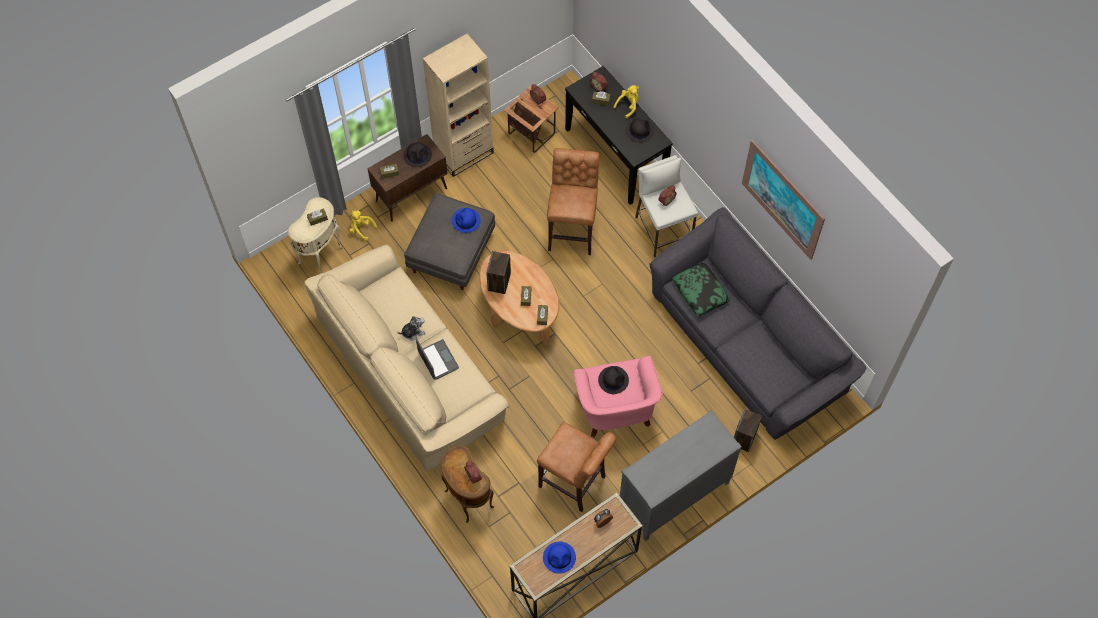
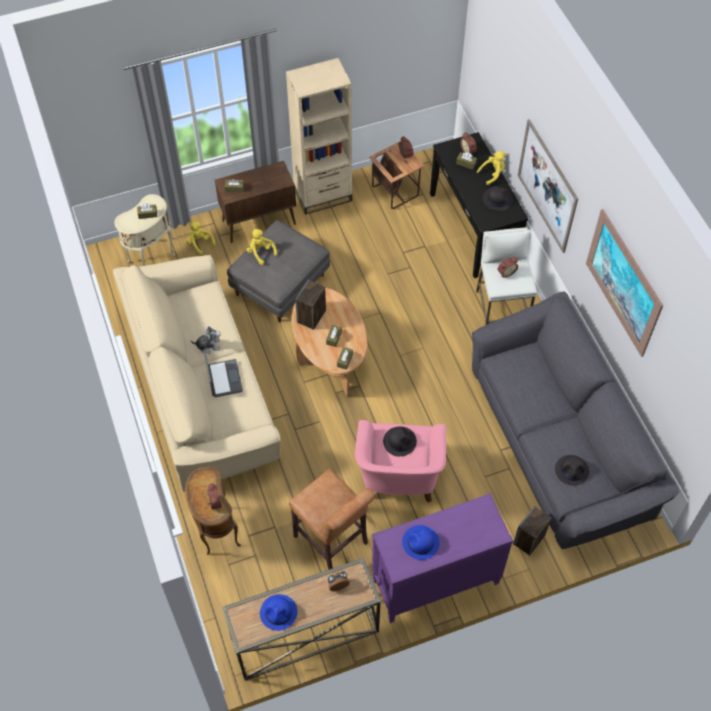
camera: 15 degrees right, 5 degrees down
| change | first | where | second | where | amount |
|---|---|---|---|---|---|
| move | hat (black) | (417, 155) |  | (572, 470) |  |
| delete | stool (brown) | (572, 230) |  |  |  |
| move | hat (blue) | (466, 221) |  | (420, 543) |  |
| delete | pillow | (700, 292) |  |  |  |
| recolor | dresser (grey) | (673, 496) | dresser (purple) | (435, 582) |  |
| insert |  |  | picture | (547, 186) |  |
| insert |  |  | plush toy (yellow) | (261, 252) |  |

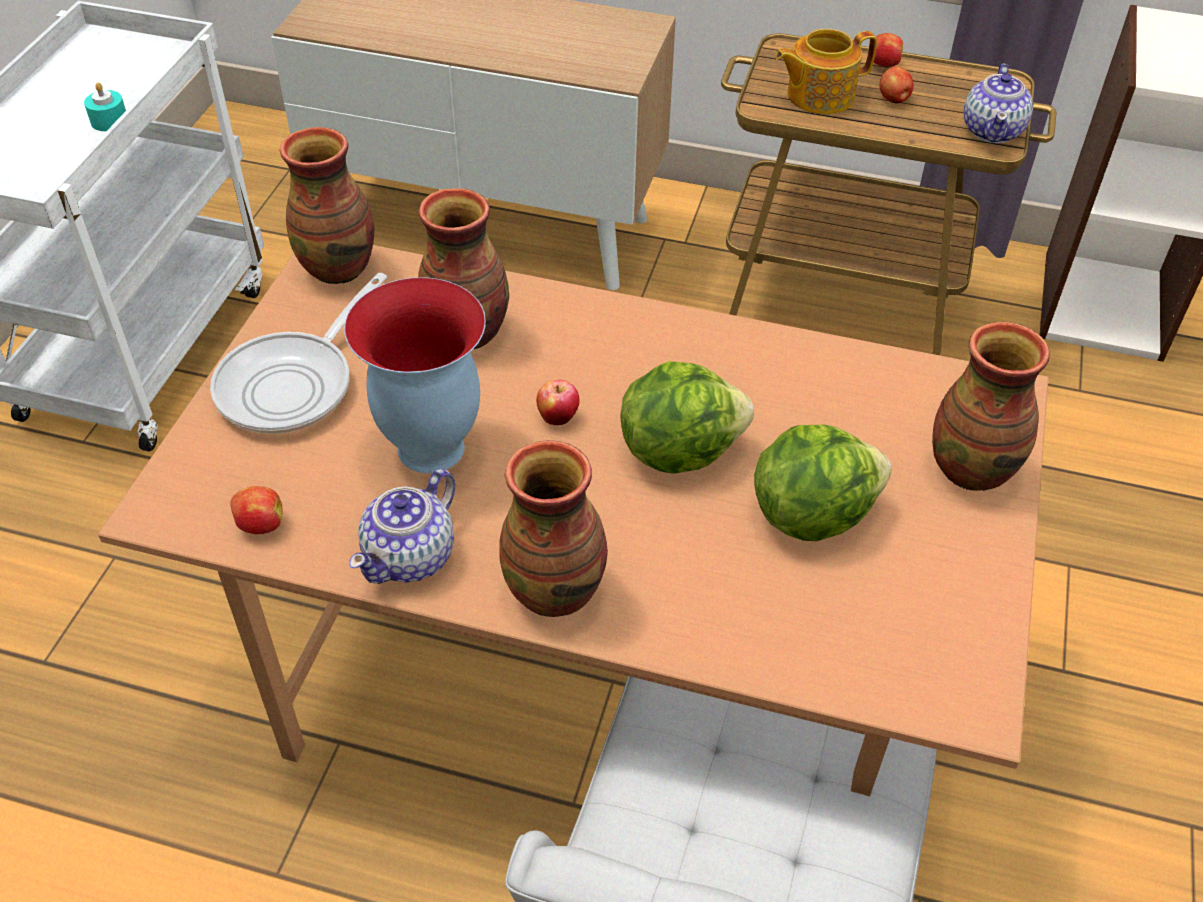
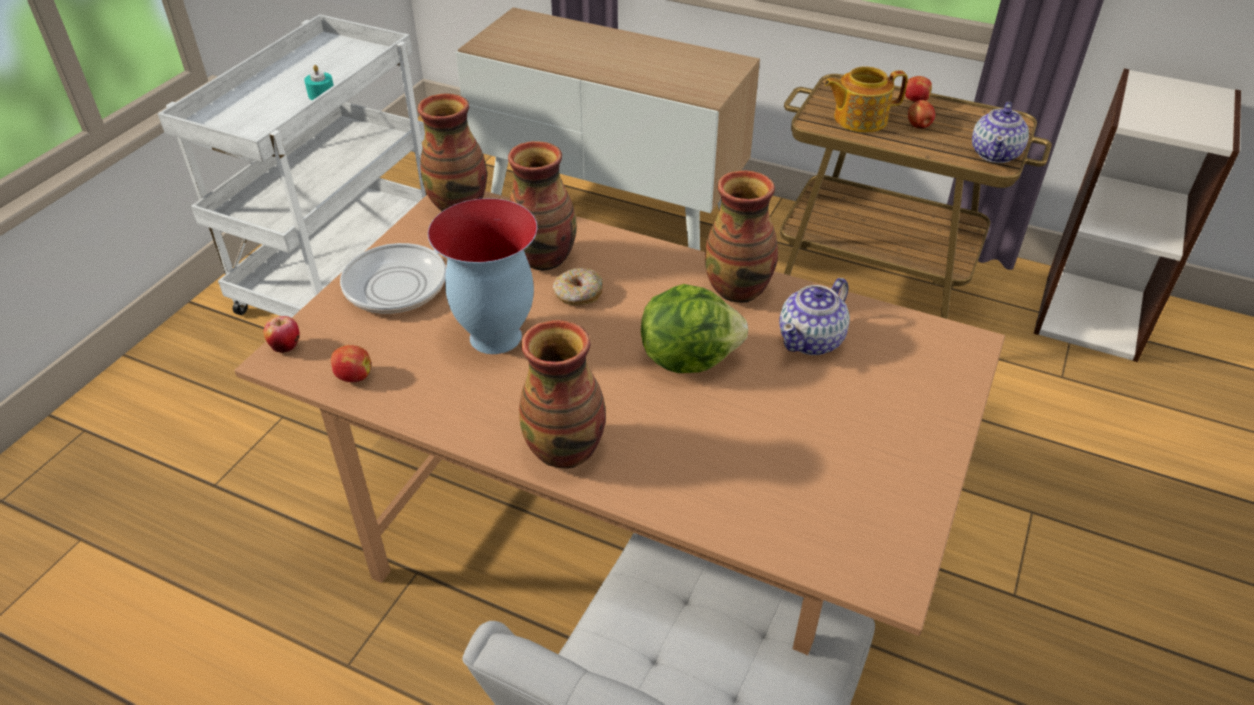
camera: 10 degrees right, 5 degrees down
| change | first | where | second | where | amount |
|---|---|---|---|---|---|
| move | vase | (971, 468) |  | (738, 289) |  |
| move | apple | (558, 417) |  | (286, 347) |  |
| delete | lettuce | (811, 513) |  |  |  |
| move | teapot | (411, 556) |  | (812, 340) |  |
| insert |  |  | donut | (578, 294) |  |

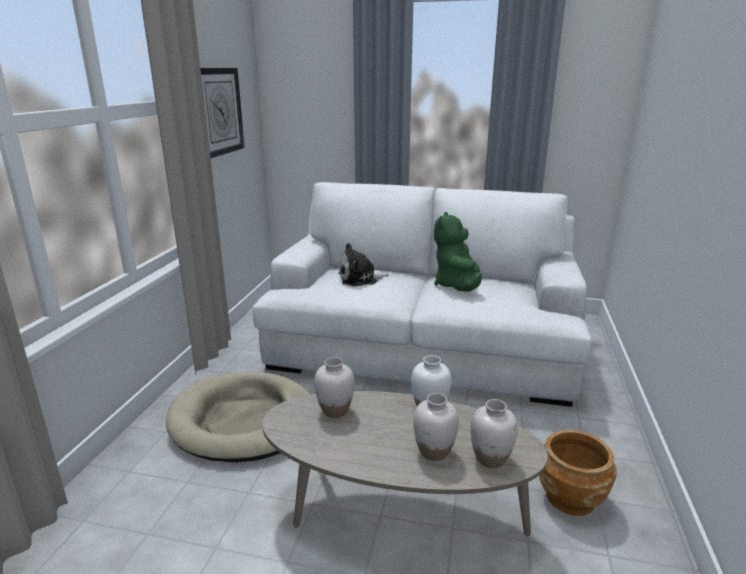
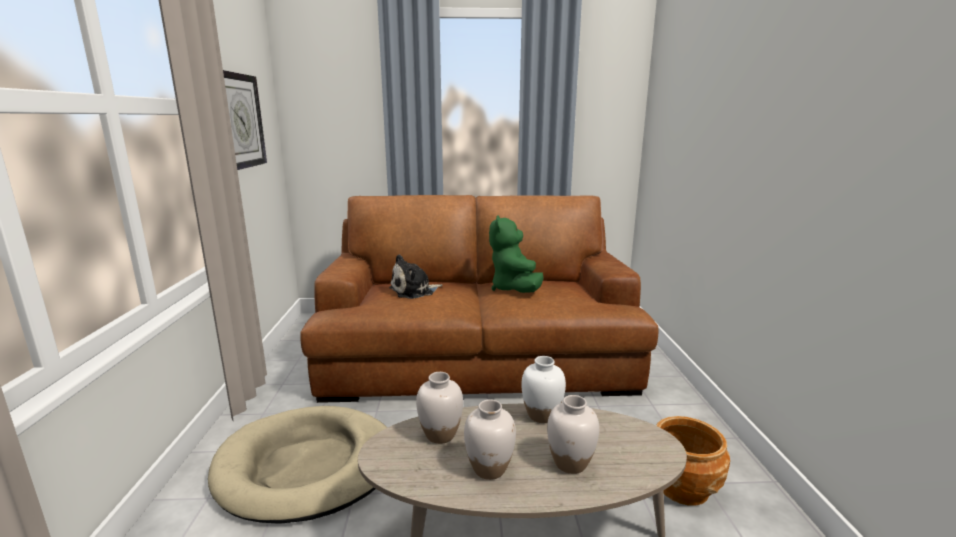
camera: 15 degrees left, 5 degrees down
| change | first | where | second | where | amount |
|---|---|---|---|---|---|
| recolor | sofa (white) | (422, 344) | sofa (brown) | (477, 354) |  |
| move | vase (white) | (490, 458) |  | (489, 468) |  |

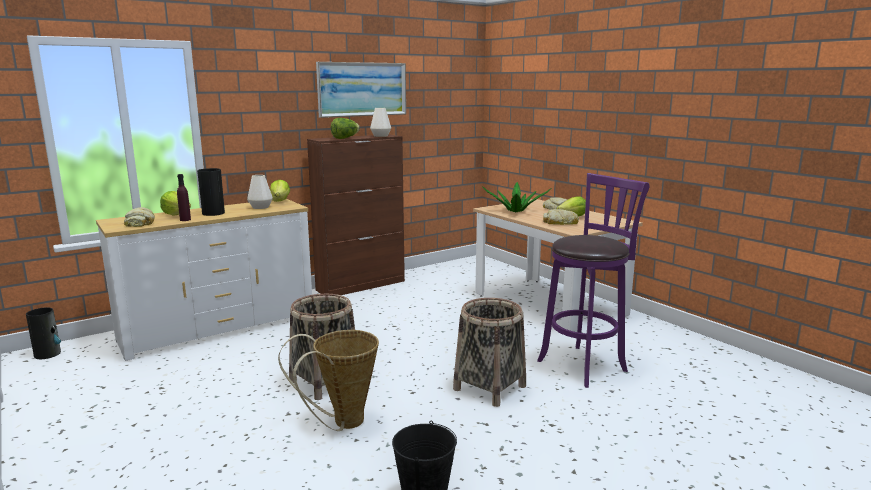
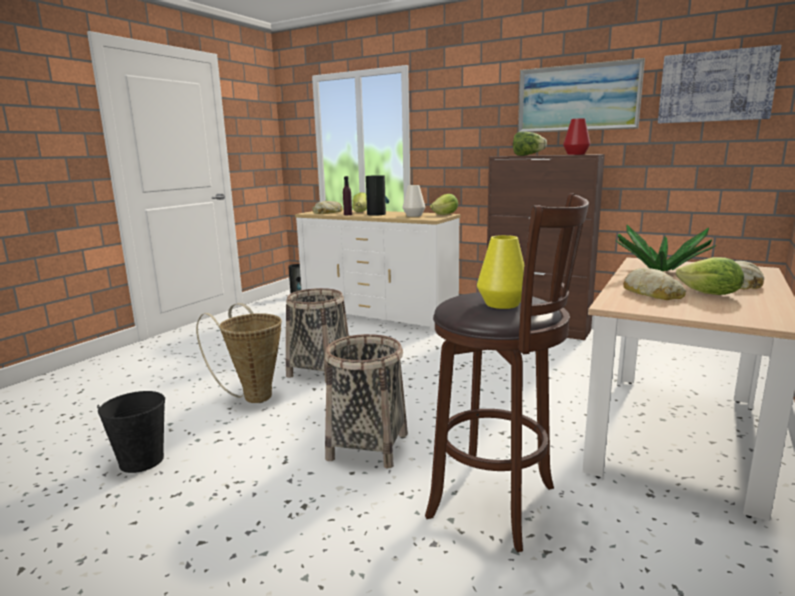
camera: 65 degrees right, 0 degrees up
| change | first | where | second | where | amount |
|---|---|---|---|---|---|
| recolor | vase (white) | (380, 136) | vase (red) | (575, 154) |  |
| recolor | stool (purple) | (585, 364) | stool (brown) | (499, 504) |  |
| insert |  |  | picture | (715, 86) |  |
| insert |  |  | vase (yellow) | (502, 304) |  |

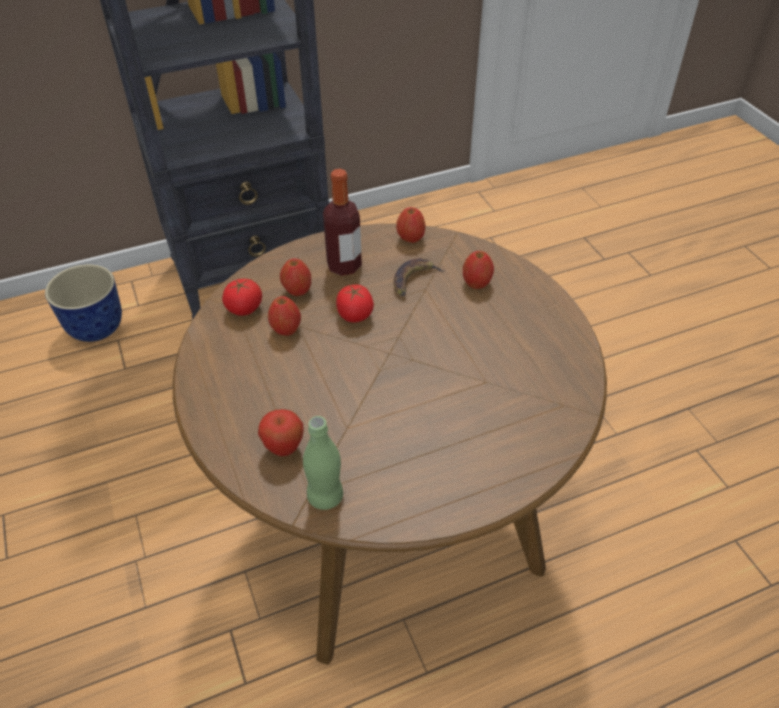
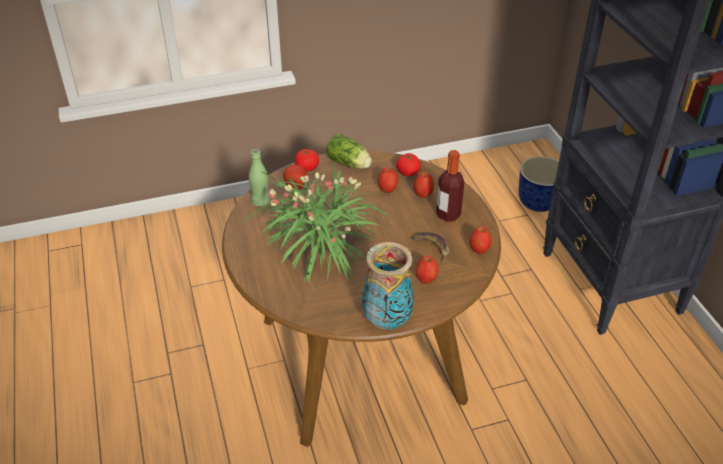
camera: 95 degrees right, 5 degrees down
| change | first | where | second | where | amount |
|---|---|---|---|---|---|
| move | tomato | (355, 315) |  | (307, 168) |  |
| insert |  |  | lettuce | (350, 164) |  |
| insert |  |  | potted plant | (320, 245) |  |
| insert |  |  | vase | (387, 322) |  |

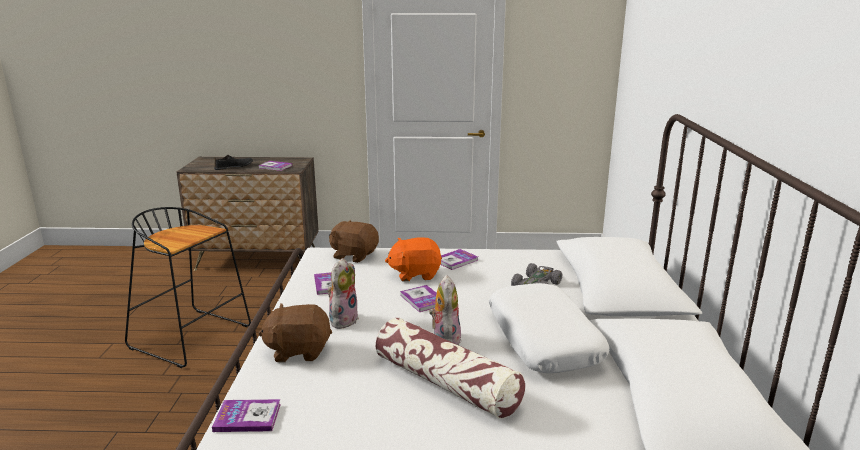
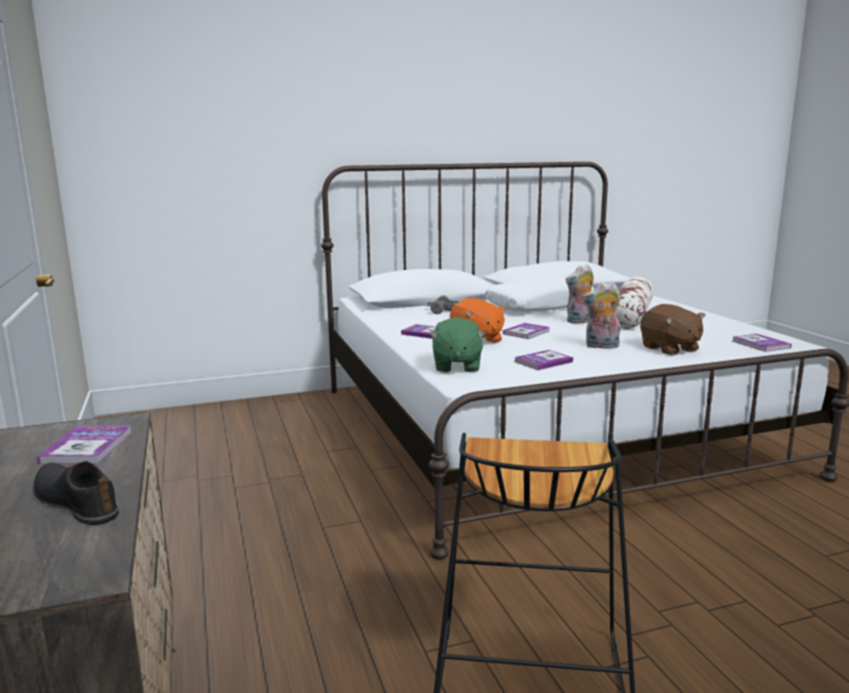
camera: 110 degrees left, 5 degrees down
| change | first | where | second | where | amount |
|---|---|---|---|---|---|
| recolor | plush toy (brown) | (354, 255) | plush toy (green) | (456, 366) |  |

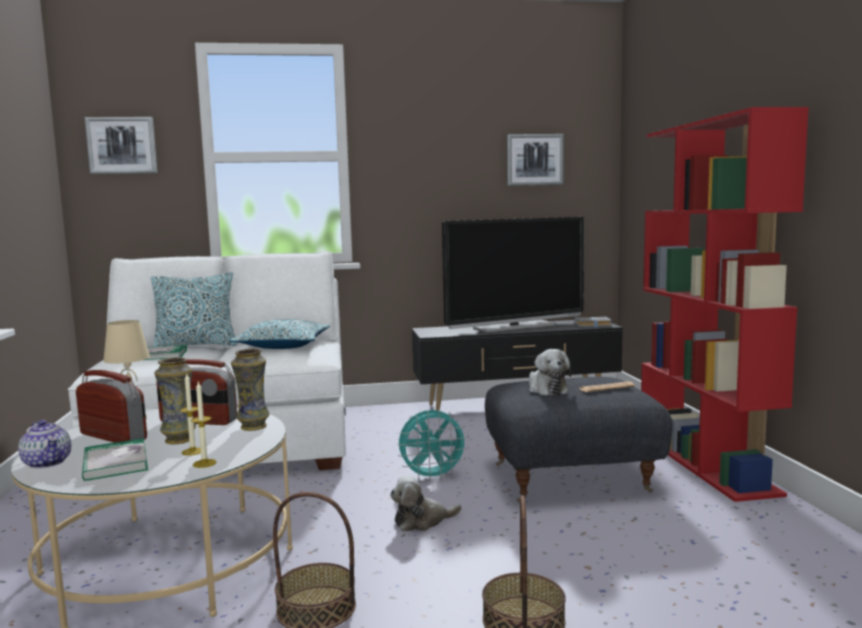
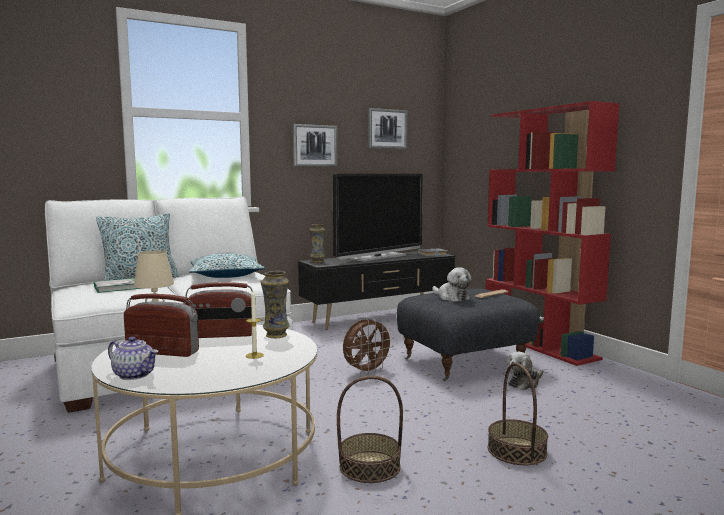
camera: 20 degrees left, 0 degrees up
| change | first | where | second | where | amount |
|---|---|---|---|---|---|
| move | picture | (122, 145) |  | (315, 145) |  |
| move | vase | (179, 439) |  | (317, 261) |  |
| delete | candle | (204, 463) |  |  |  |
| recolor | fan (turquoise) | (432, 477) | fan (brown) | (366, 371) |  |
| delete | book | (115, 463) |  |  |  |
| move | plush toy | (422, 521) |  | (524, 383) |  |

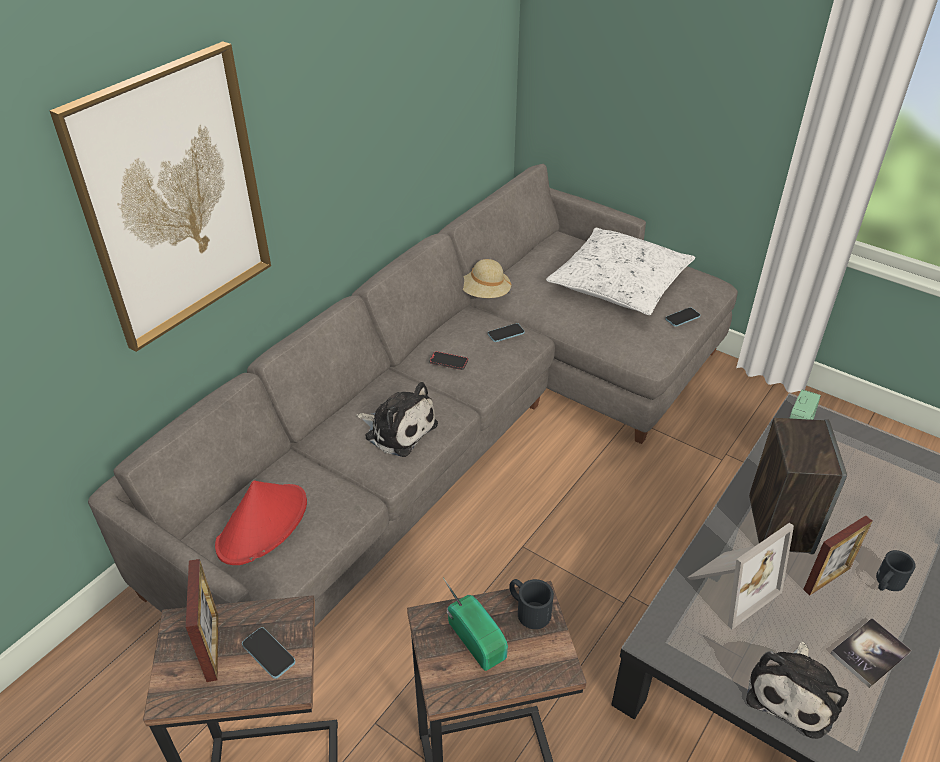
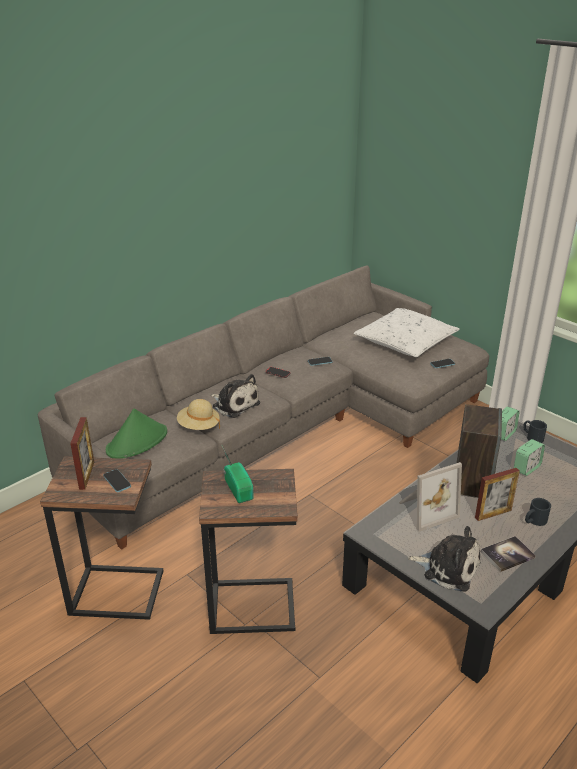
camera: 10 degrees right, 10 degrees down
| change | first | where | second | where | amount |
|---|---|---|---|---|---|
| delete | picture | (174, 199) |  |  |  |
| move | hat (beige) | (484, 294) |  | (198, 426) |  |
| recolor | hat (red) | (263, 524) | hat (green) | (137, 441) |  |
| move | mug (black) | (528, 610) |  | (532, 437) |  |
| rotate | plush toy | (793, 692) |  | (448, 568) | 105 degrees counterclockwise |
| insert |  |  | alarm clock | (526, 468) |  |

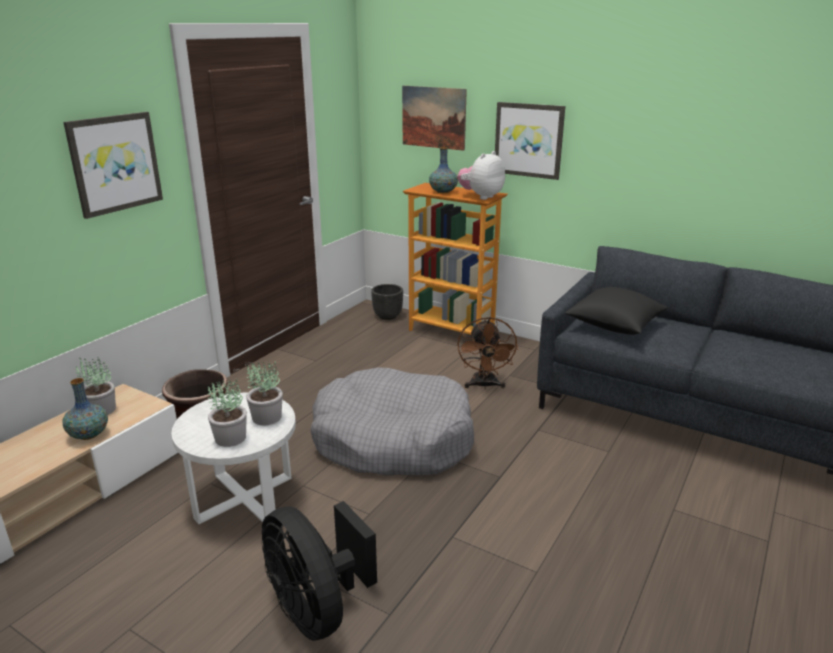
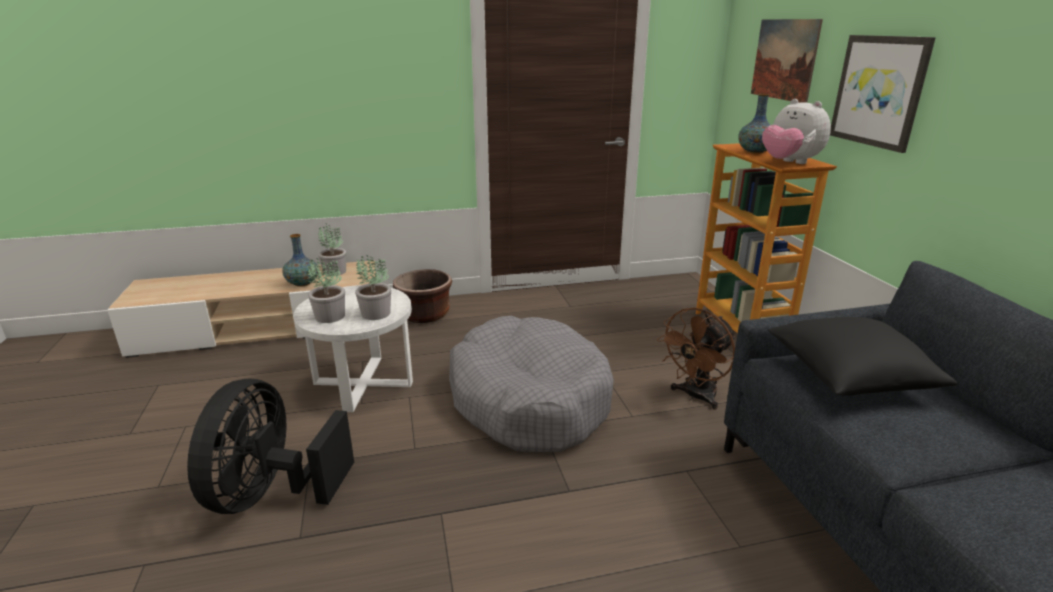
camera: 45 degrees right, 0 degrees up
| change | first | where | second | where | amount |
|---|---|---|---|---|---|
| delete | picture | (115, 163) |  |  |  |
| rotate | plush toy | (481, 197) |  | (789, 163) | 120 degrees counterclockwise |
| delete | planter (black) | (388, 316) |  |  |  |

